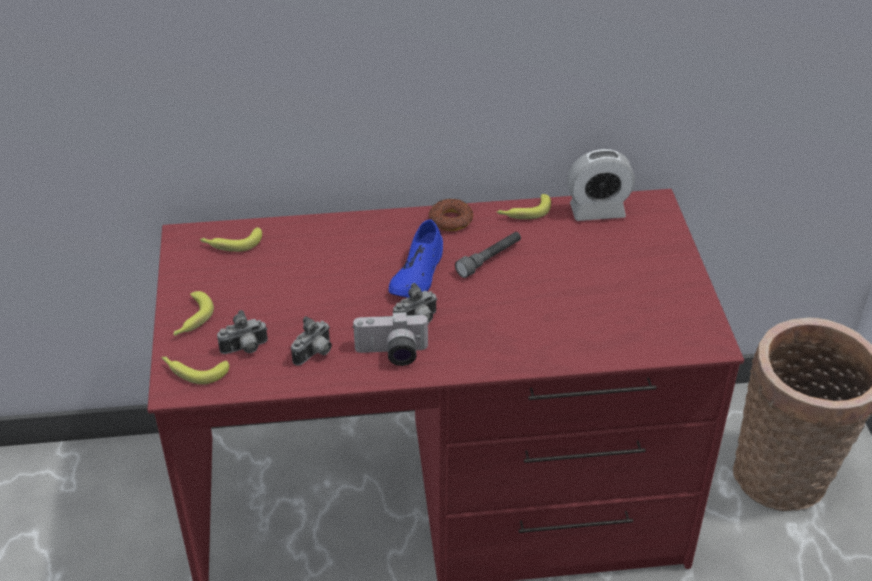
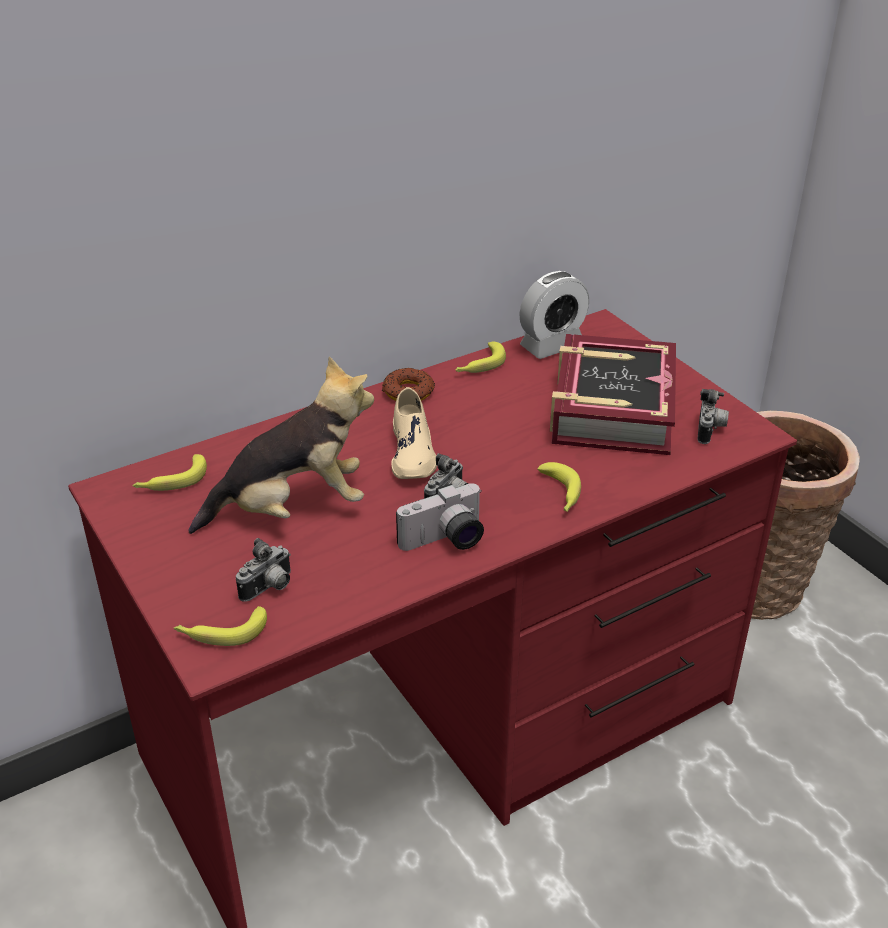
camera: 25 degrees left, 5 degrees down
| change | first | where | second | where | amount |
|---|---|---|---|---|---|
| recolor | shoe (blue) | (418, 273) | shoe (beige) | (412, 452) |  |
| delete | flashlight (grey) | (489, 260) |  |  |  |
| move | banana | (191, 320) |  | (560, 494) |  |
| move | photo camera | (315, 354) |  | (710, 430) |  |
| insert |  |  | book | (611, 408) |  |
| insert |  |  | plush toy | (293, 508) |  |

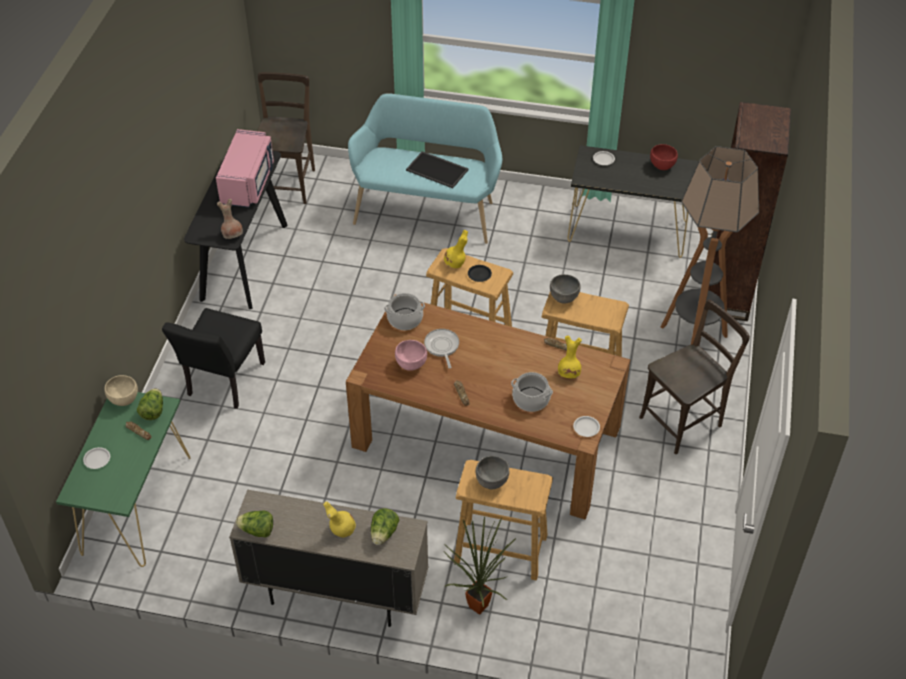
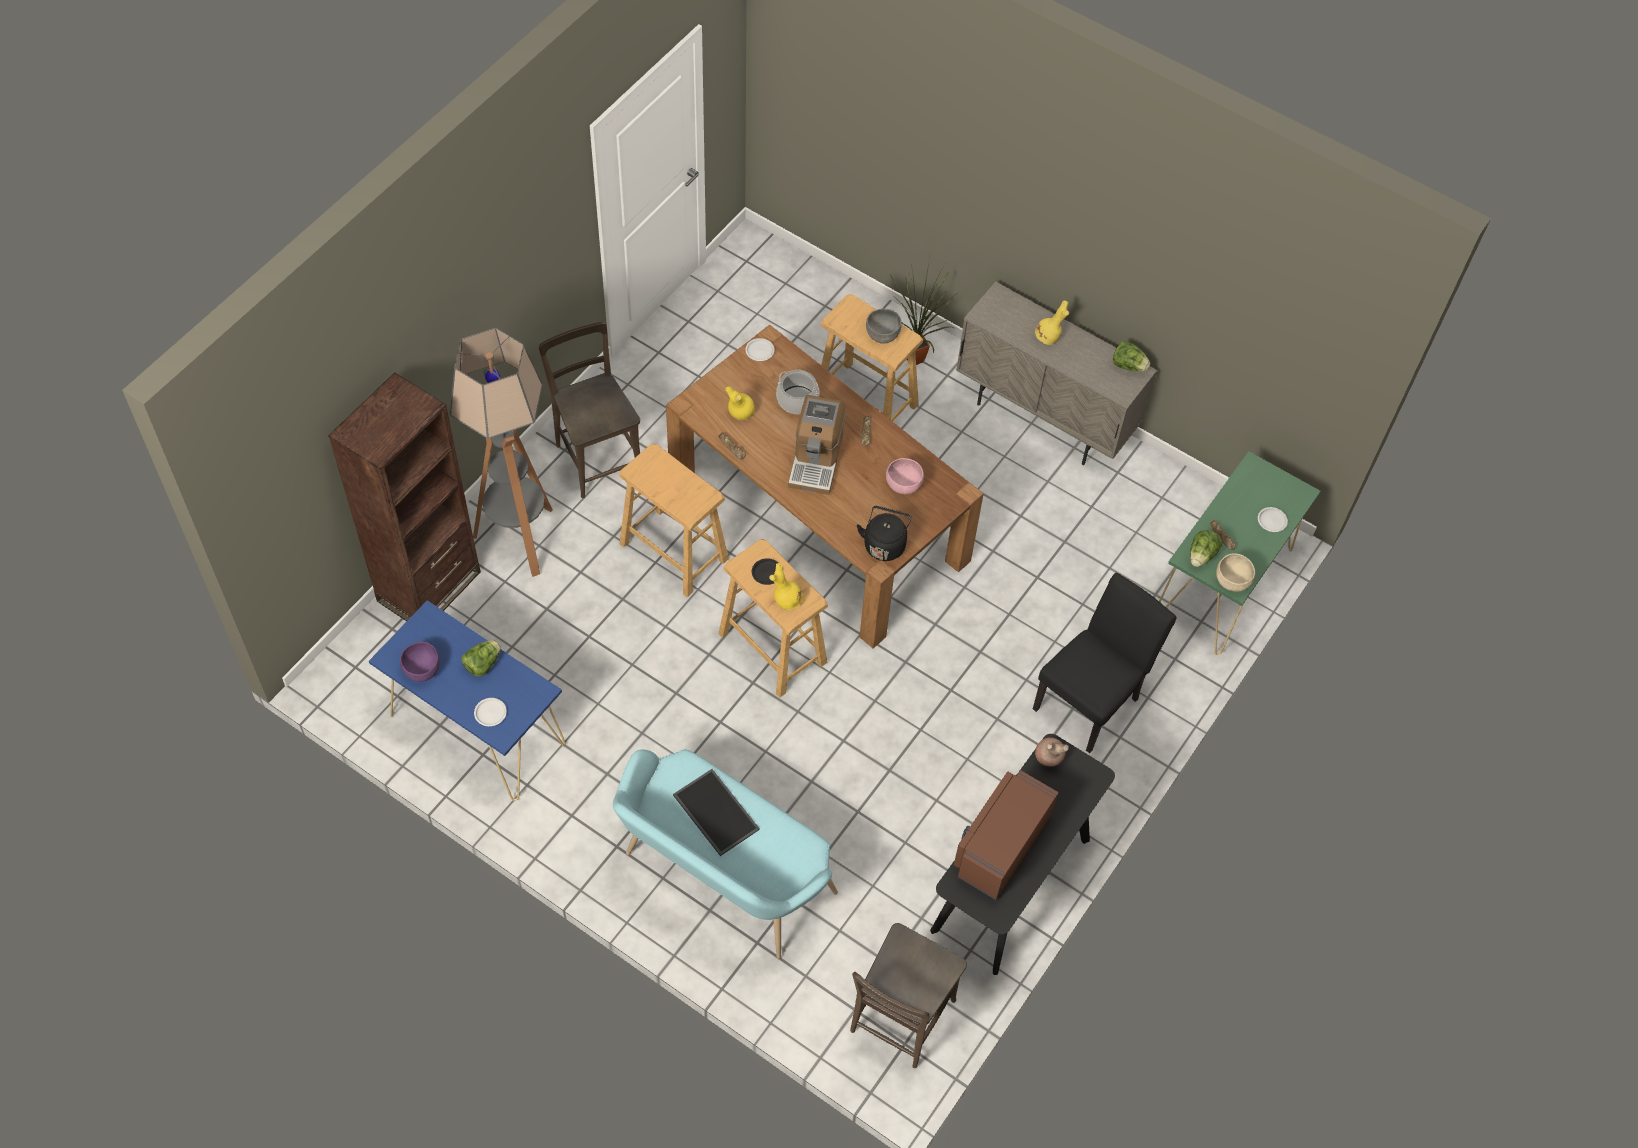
camera: 160 degrees left, 10 degrees up
| change | first | where | second | where | amount |
|---|---|---|---|---|---|
| recolor | microwave (pink) | (248, 183) | microwave (brown) | (1000, 845) |  |
| recolor | bowl (red) | (662, 166) | bowl (purple) | (422, 670) |  |
| recolor | console table (black) | (628, 231) | console table (blue) | (477, 729) |  |
| delete | bowl (grey) | (563, 298) |  |  |  |
| replace | cooking pot | (405, 319) | kettle (black) | (884, 544) |  |
| rotate | chair (brown) | (684, 420) |  | (597, 456) | 75 degrees clockwise |
| delete | frying pan | (442, 347) |  |  |  |
| move | lettuce | (384, 533) |  | (483, 664) |  |
| insert |  |  | coffee machine | (816, 460) |  |

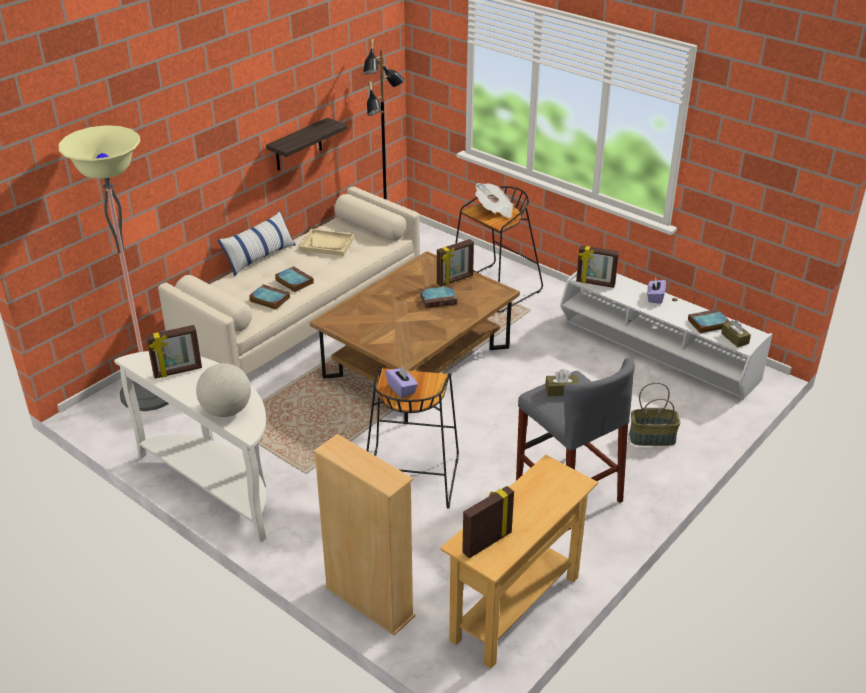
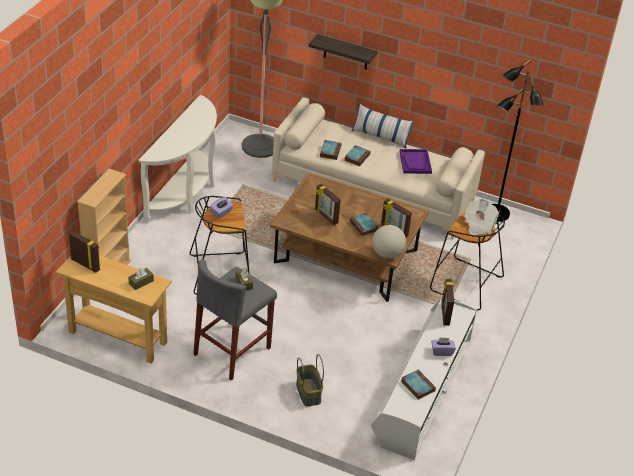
camera: 70 degrees right, 5 degrees up
| change | first | where | second | where | amount |
|---|---|---|---|---|---|
| move | shelf | (298, 145) |  | (346, 52) |  |
| recolor | tray (beige) | (327, 244) | tray (purple) | (415, 162) |  |
| move | tissue box (brown) | (734, 338) |  | (141, 282) |  |
| move | picture frame | (178, 372) |  | (326, 216) |  |
| move | globe | (226, 411) |  | (387, 254) |  |

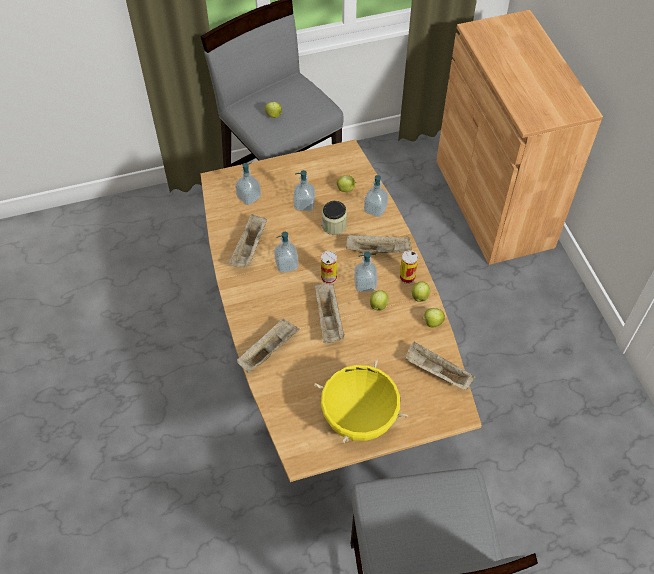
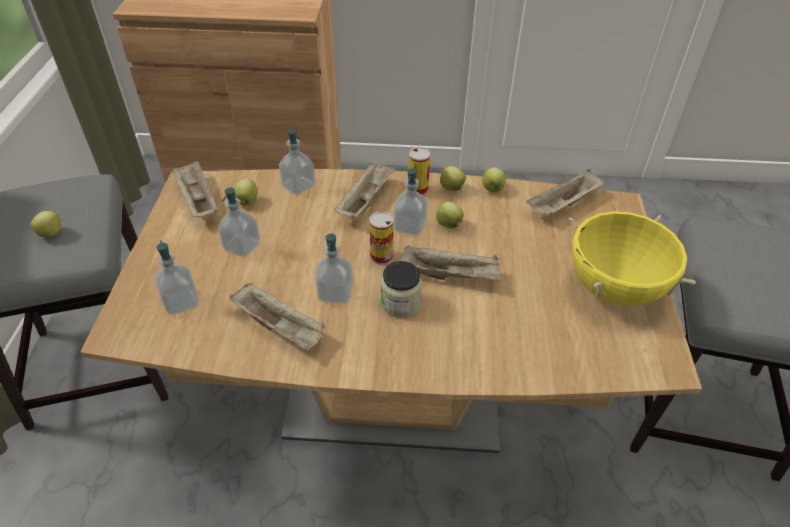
camera: 70 degrees left, 10 degrees down
| change | first | where | second | where | amount |
|---|---|---|---|---|---|
| move | jar | (334, 225) |  | (400, 303) |  |
| move | tray (beige) | (269, 350) |  | (197, 200) |  |

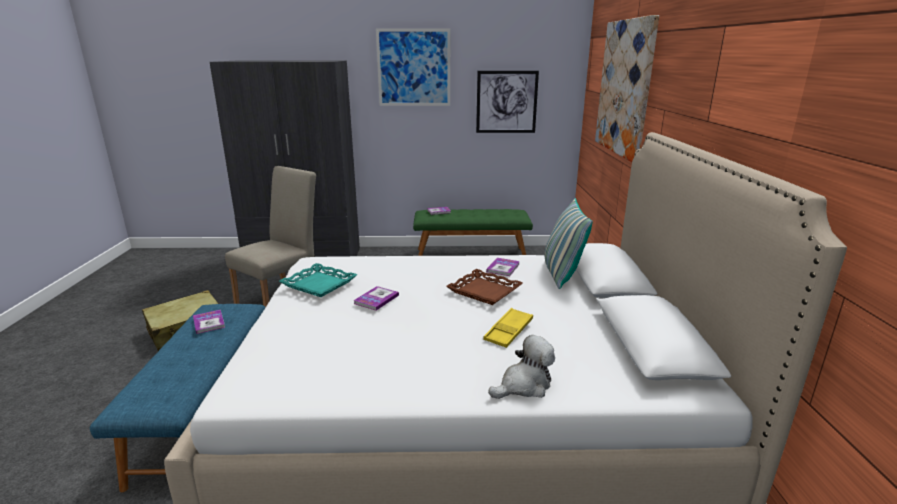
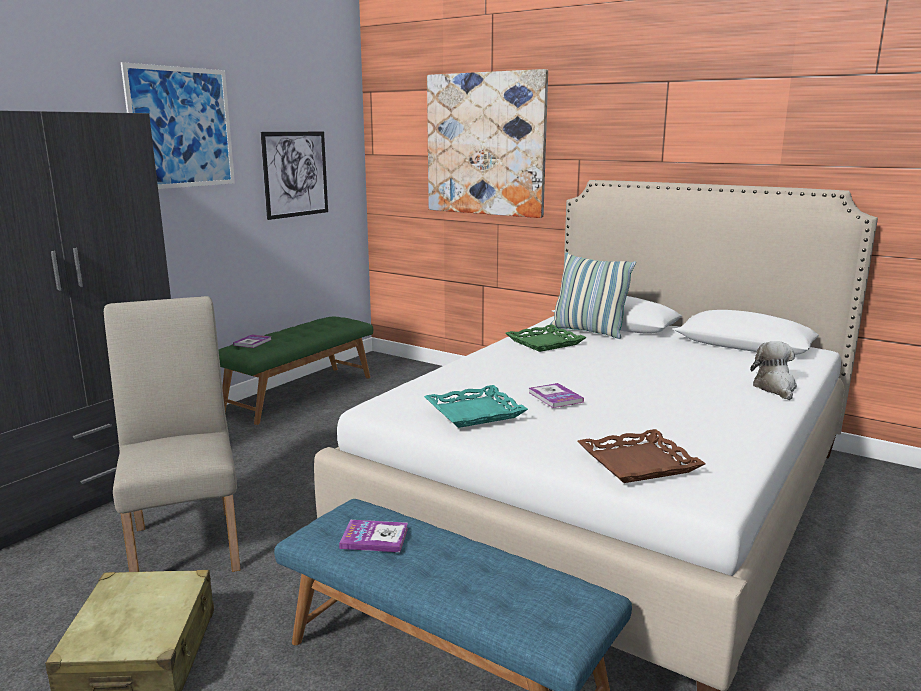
camera: 55 degrees left, 5 degrees down
| change | first | where | second | where | amount |
|---|---|---|---|---|---|
| replace | book | (503, 268) | tray (green) | (544, 342) |  |
| move | tray (brown) | (484, 291) |  | (638, 463) |  |
| delete | tray (yellow) | (508, 331) |  |  |  |

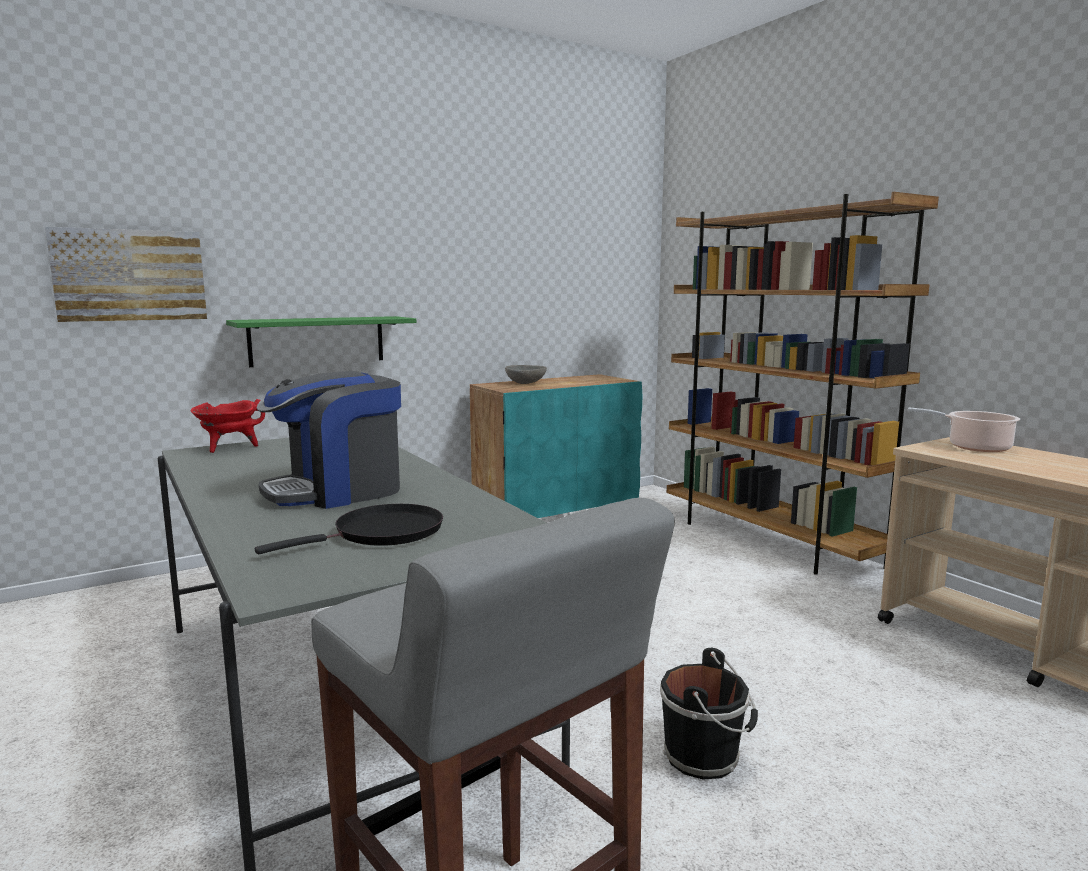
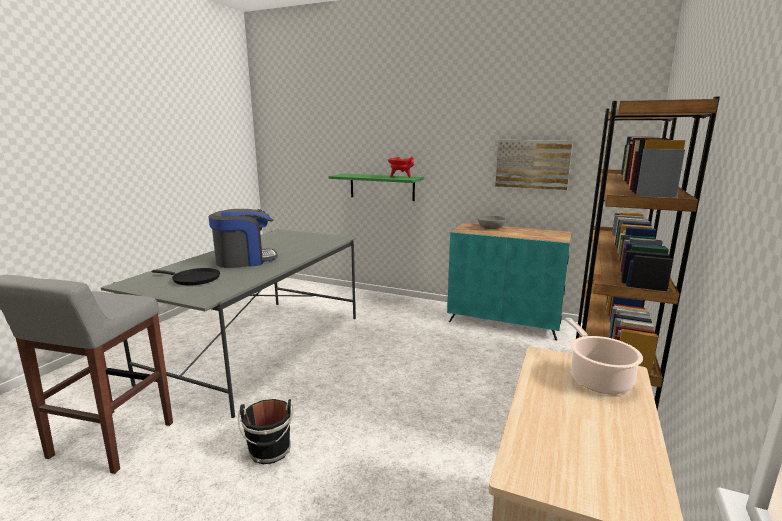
camera: 55 degrees right, 5 degrees up
| change | first | where | second | where | amount |
|---|---|---|---|---|---|
| move | picture | (130, 275) |  | (532, 164) |  |
| rotate | coffee machine | (337, 491) |  | (245, 260) | 135 degrees clockwise |
| move | cooking pot (red) | (229, 448) |  | (400, 177) |  |

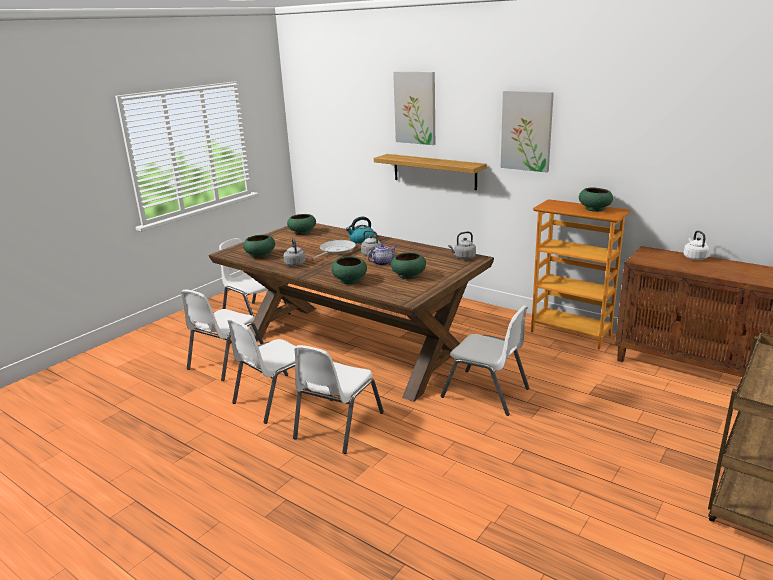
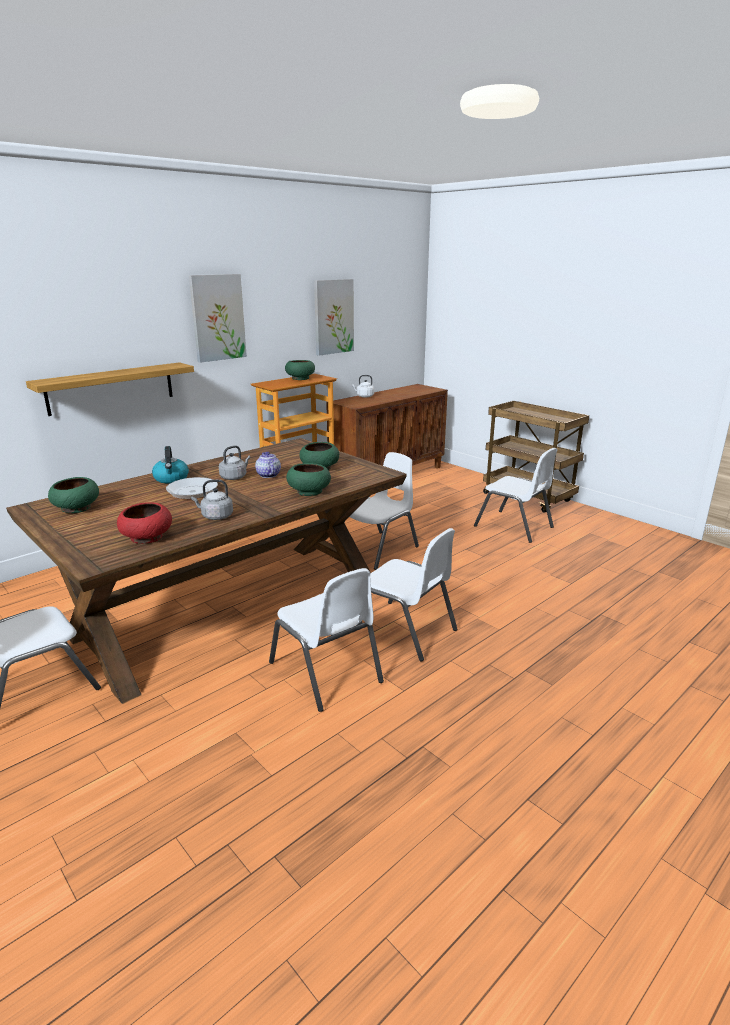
camera: 80 degrees left, 0 degrees up
| change | first | where | second | where | amount |
|---|---|---|---|---|---|
| move | picture | (415, 108) |  | (333, 317) |  |
| delete | kettle (grey) | (463, 257) |  |  |  |
| recolor | bowl (green) | (260, 255) | bowl (red) | (147, 538) |  |
| move | chair (white) | (226, 361) |  | (514, 527) |  |

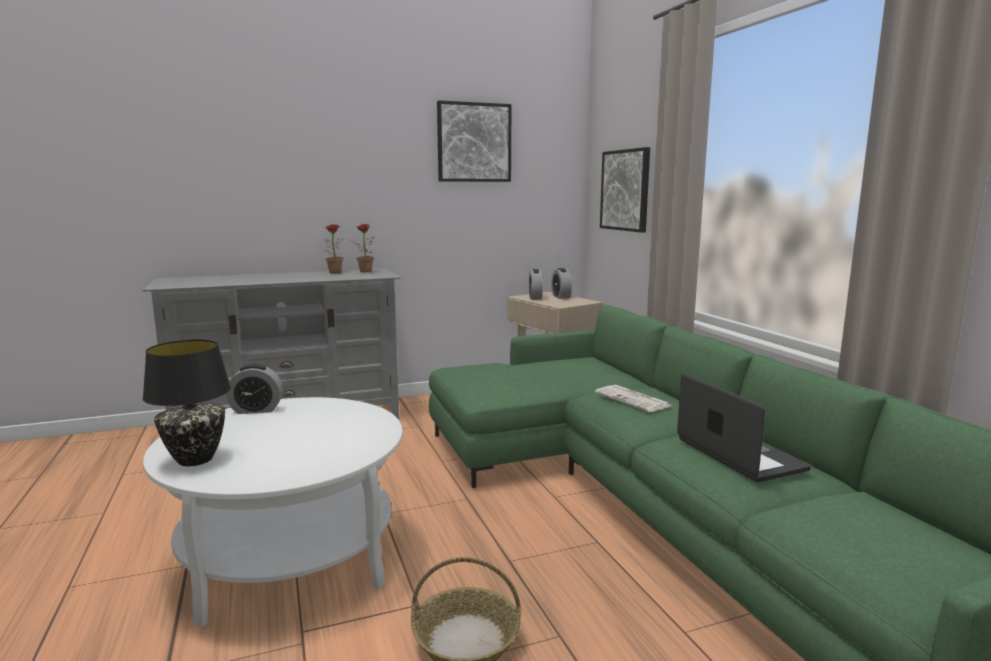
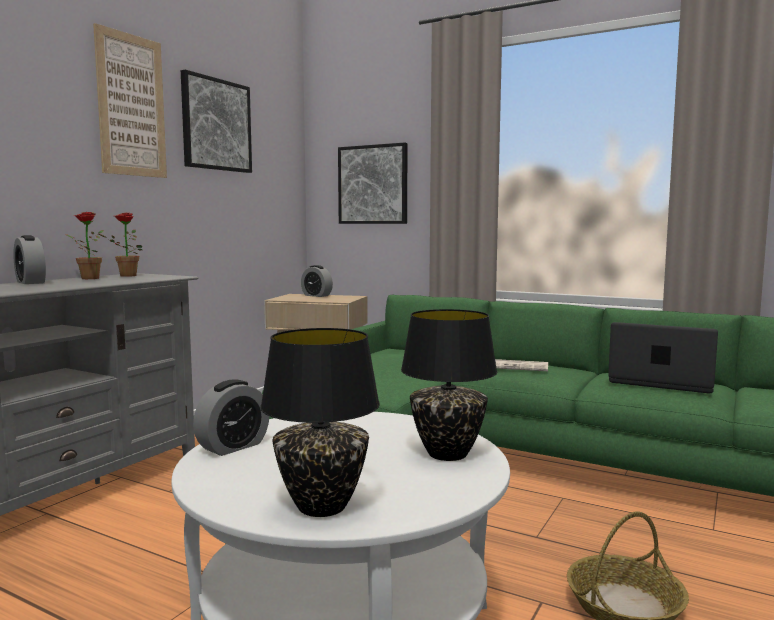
camera: 40 degrees left, 5 degrees down
| change | first | where | second | where | amount |
|---|---|---|---|---|---|
| move | alarm clock | (535, 297) |  | (30, 282) |  |
| insert |  |  | picture | (131, 105) |  |
| insert |  |  | table lamp (black) | (448, 454) |  |

